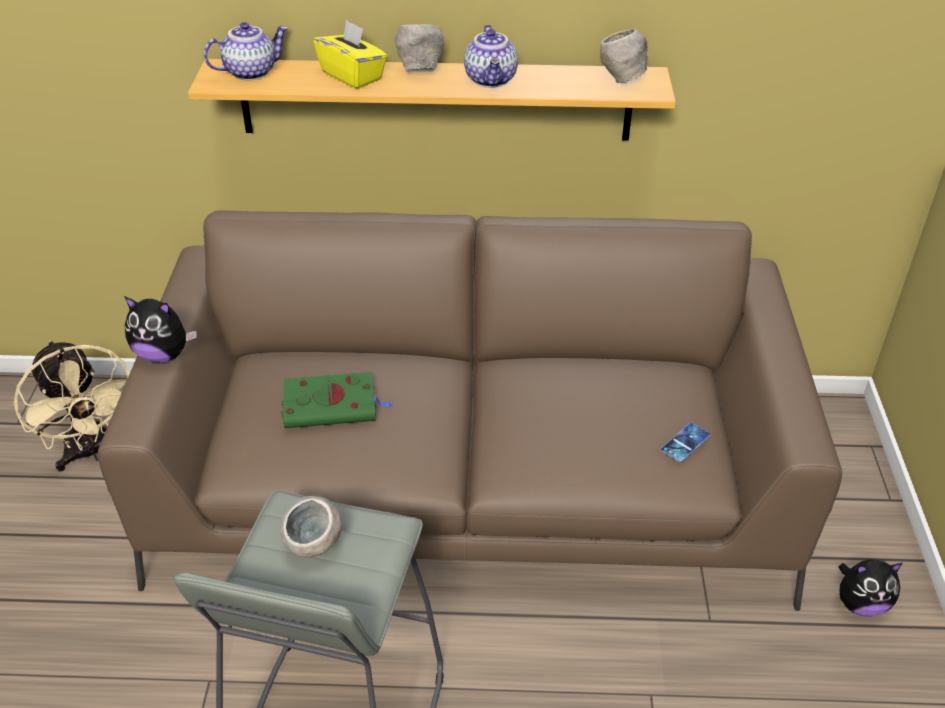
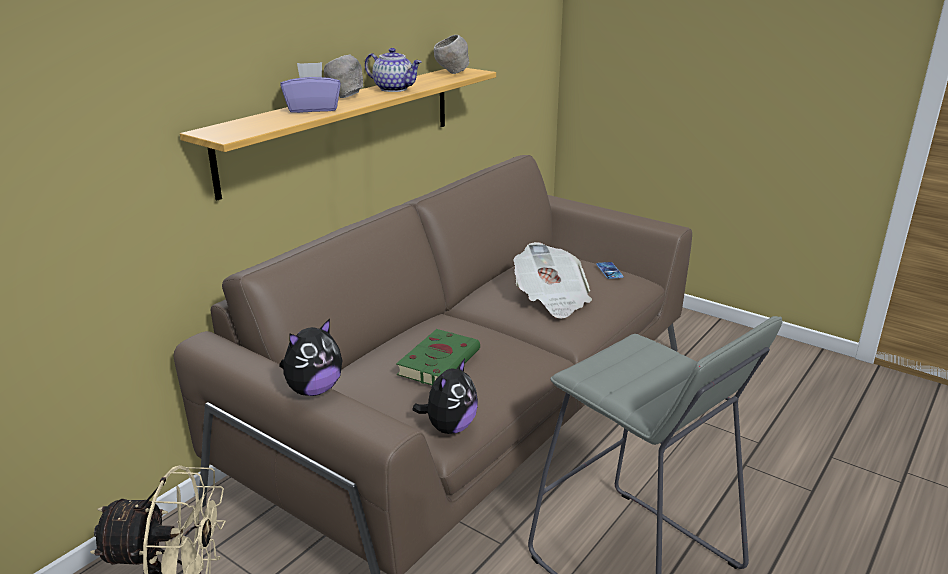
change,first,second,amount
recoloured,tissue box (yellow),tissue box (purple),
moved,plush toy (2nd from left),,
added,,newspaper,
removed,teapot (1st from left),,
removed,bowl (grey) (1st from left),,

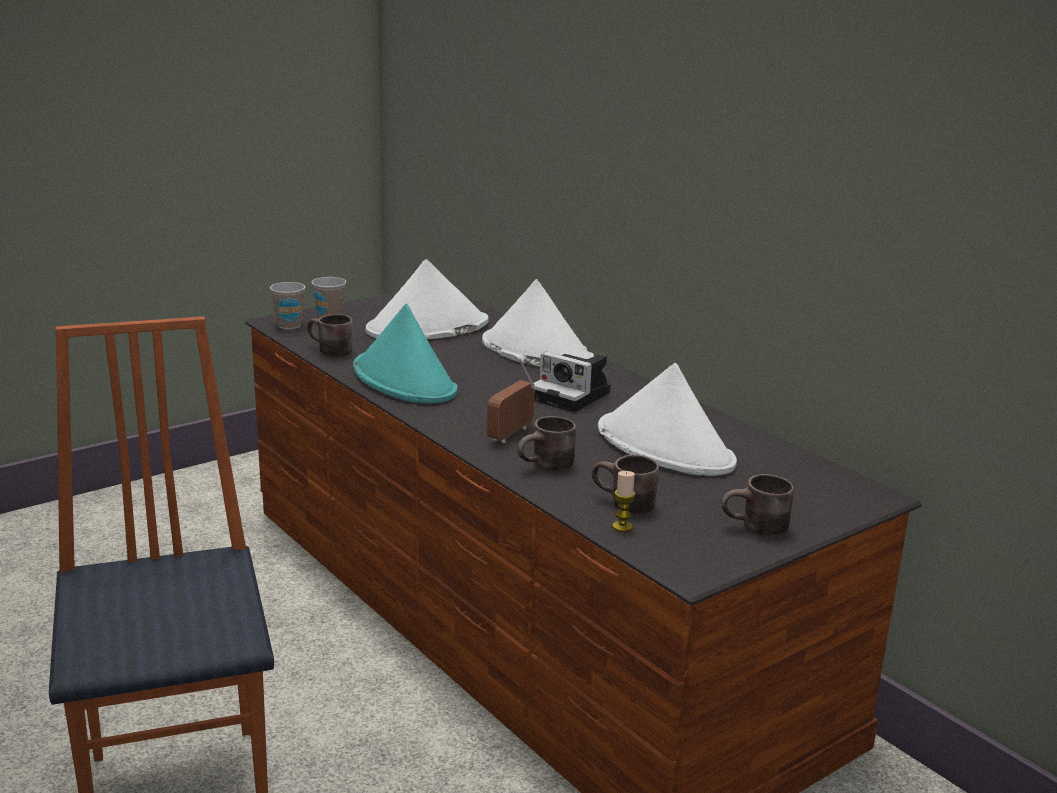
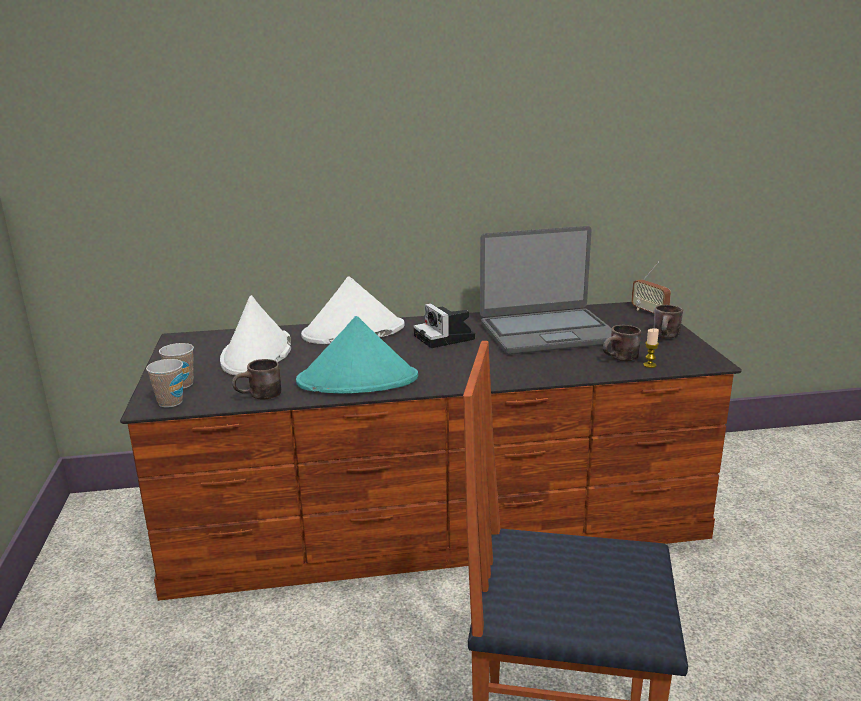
change,first,second,amount
turned,photo camera,,90 degrees clockwise
replaced,hat (white) (3rd from left),laptop,
moved,radio,,
removed,mug (brown) (2nd from left),,

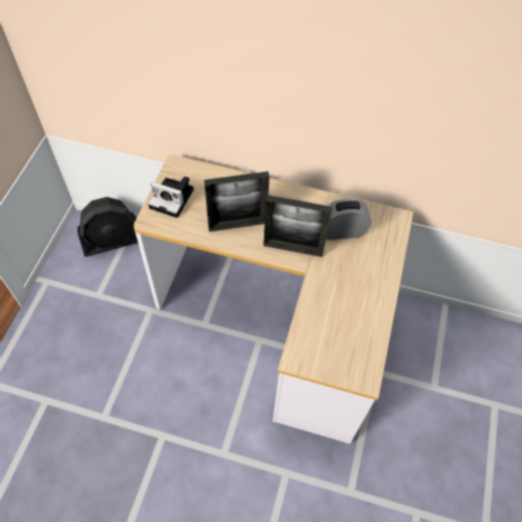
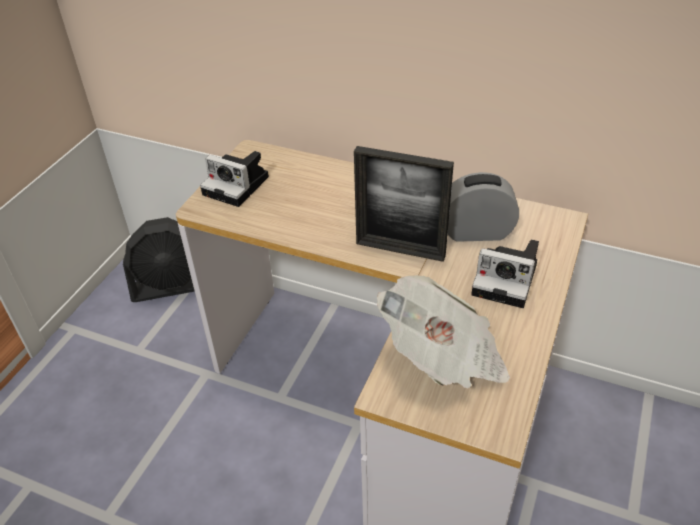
change,first,second,amount
added,,newspaper,
added,,photo camera (2nd from left),
removed,picture frame (1st from left),,

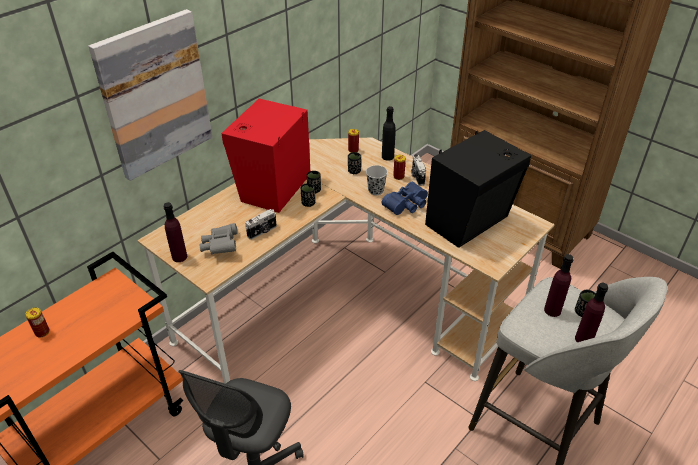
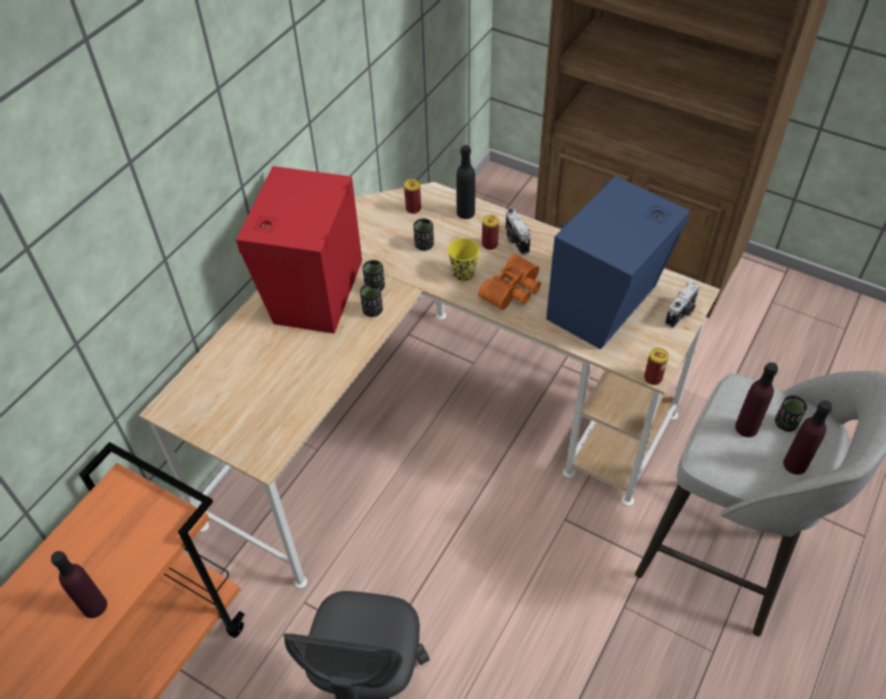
change,first,second,amount
moved,bottle (purple) (1st from left),,
recoloured,cup (black) (4th from left),cup (yellow),
recoloured,binoculars (blue),binoculars (orange),
recoloured,speaker (black),speaker (blue),
moved,can (1st from left in the first image),can (3rd from left),
moved,photo camera (1st from left in the first image),photo camera (2nd from left),
removed,picture,,
removed,binoculars (grey),,

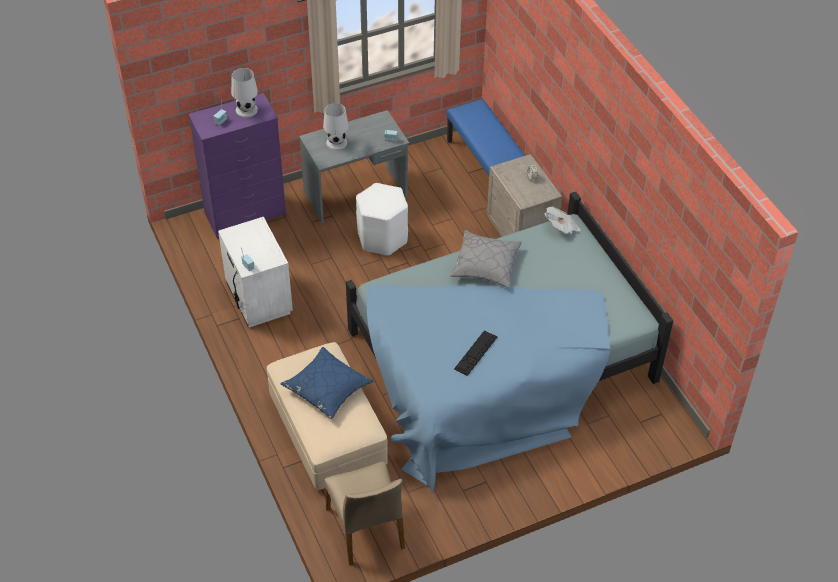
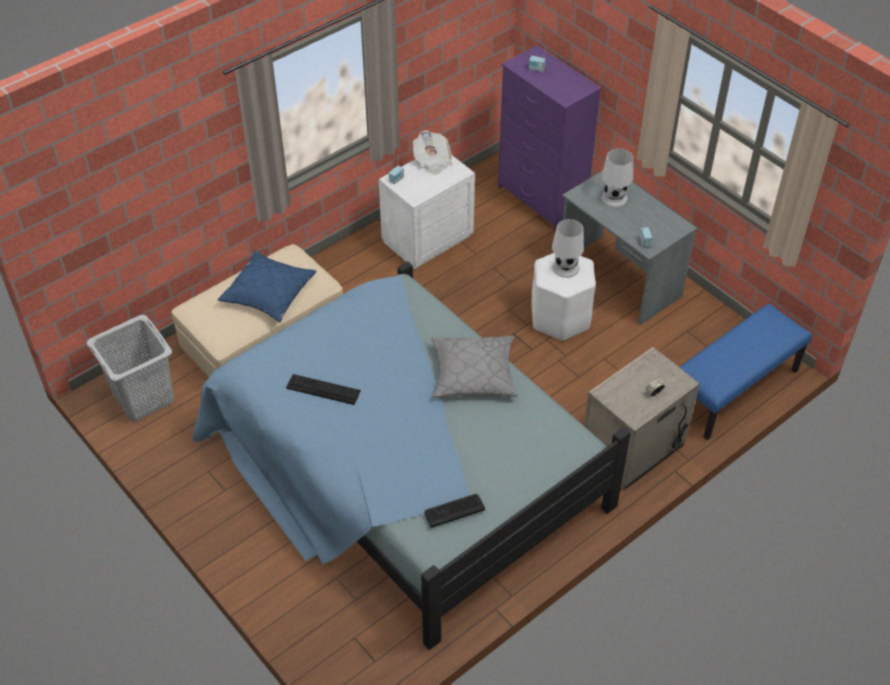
change,first,second,amount
replaced,chair (beige),laundry basket (grey),
moved,newspaper,,
added,,keyboard (2nd from left),
moved,table lamp (white) (1st from left),,

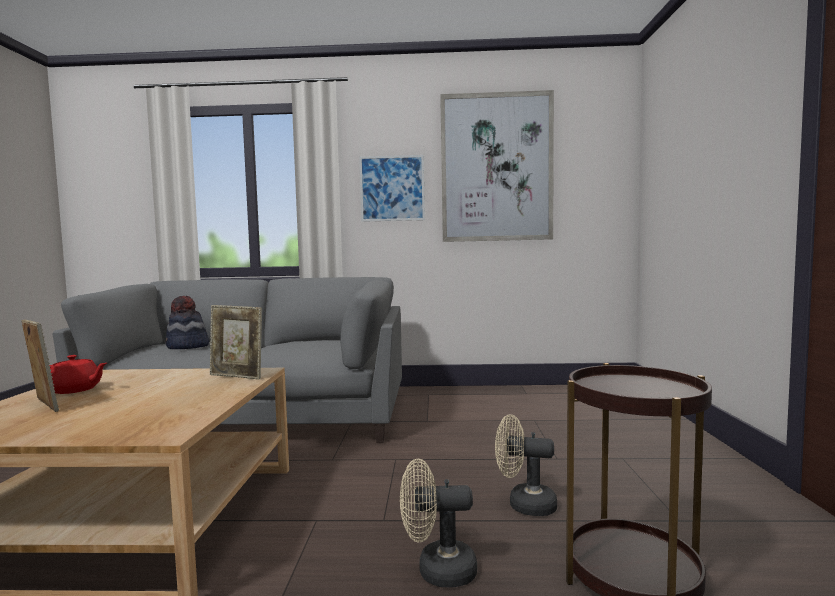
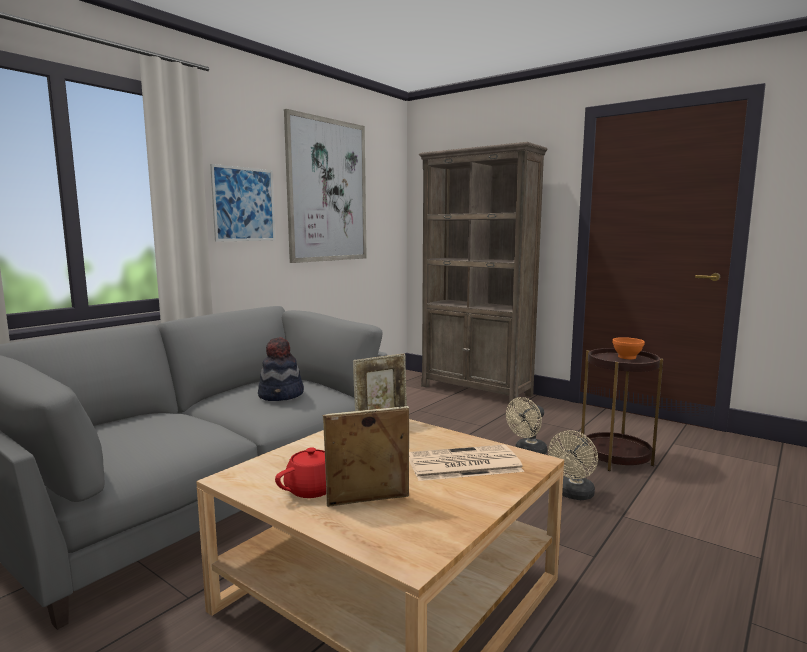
change,first,second,amount
moved,hat,,
added,,newspaper,
added,,bookcase (brown),
added,,bowl (orange),

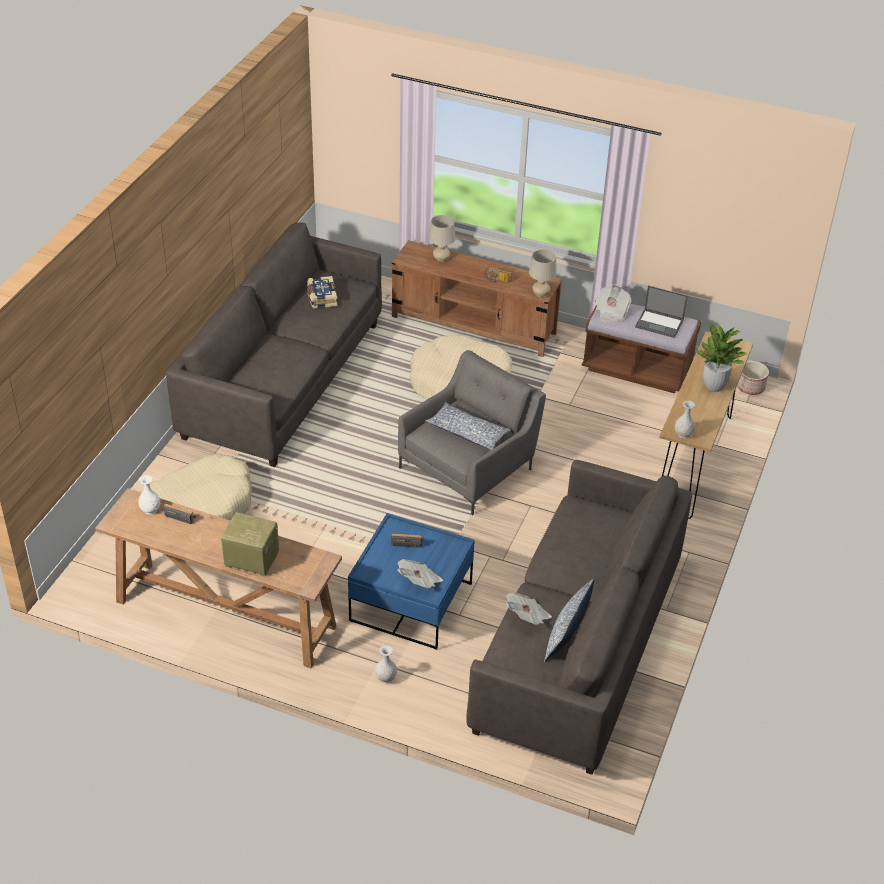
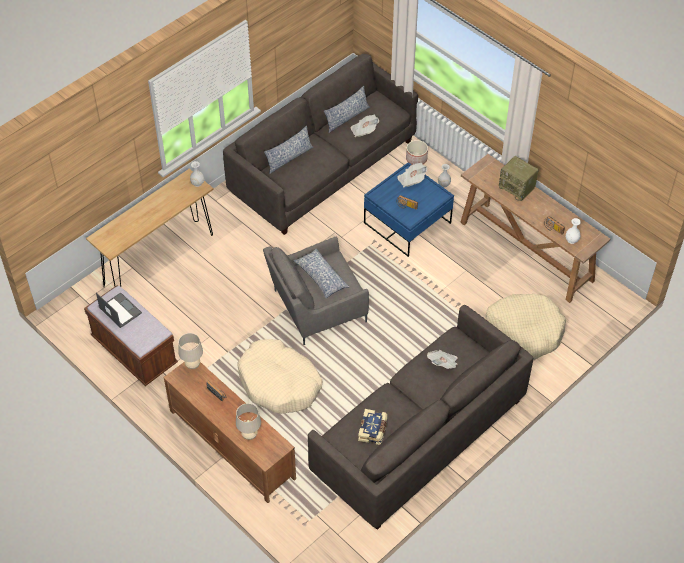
change,first,second,amount
added,,pillow (1st from left),
moved,planter,,
moved,newspaper (3rd from left),,
removed,potted plant,,

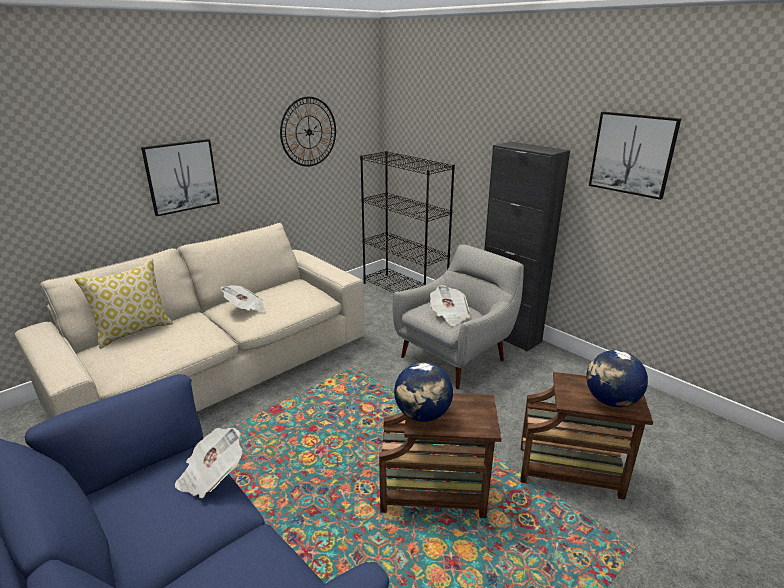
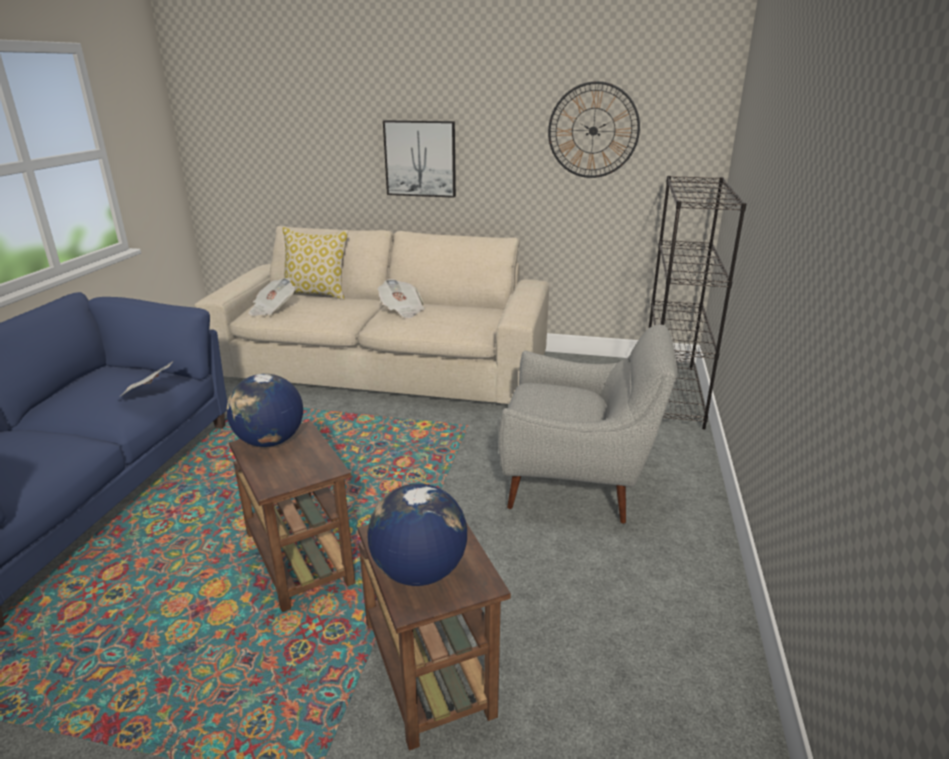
change,first,second,amount
moved,newspaper (3rd from left in the first image),newspaper (2nd from left),
removed,cabinet (black),,
removed,picture (2nd from left),,

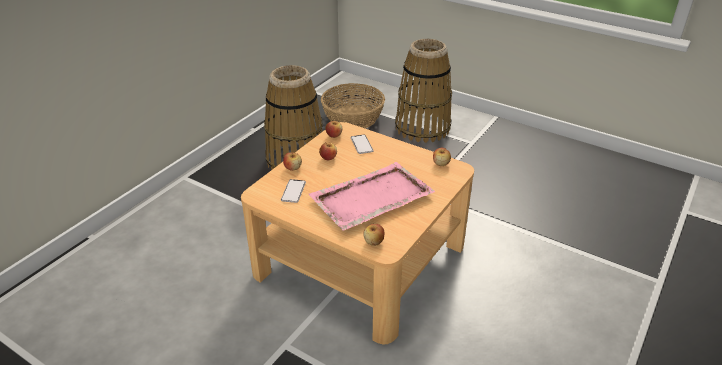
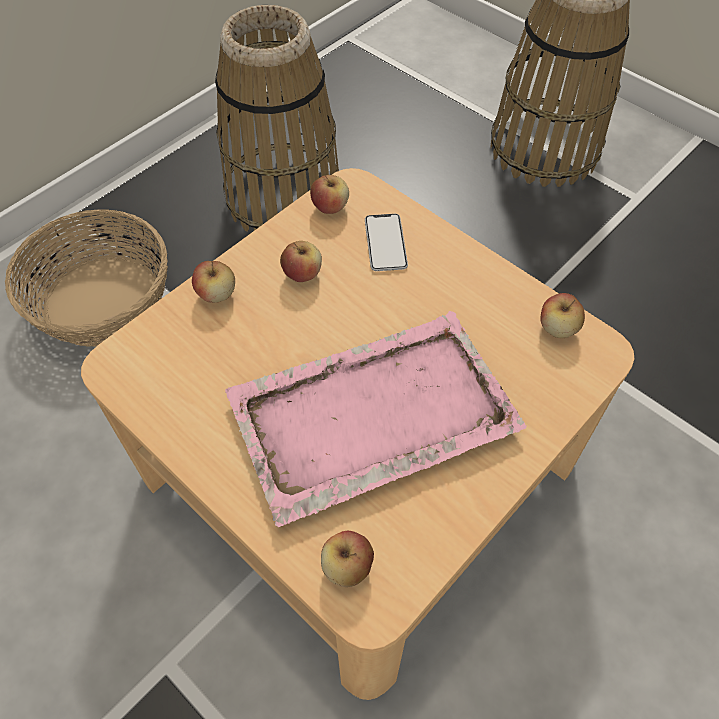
change,first,second,amount
moved,basket (2nd from left in the first image),basket (1st from left),
removed,phone (1st from left),,

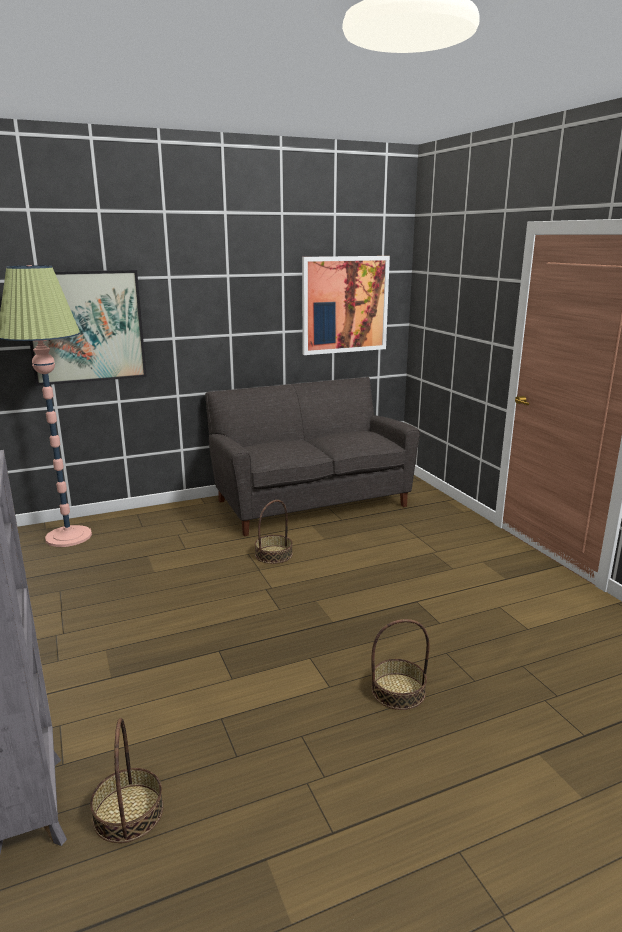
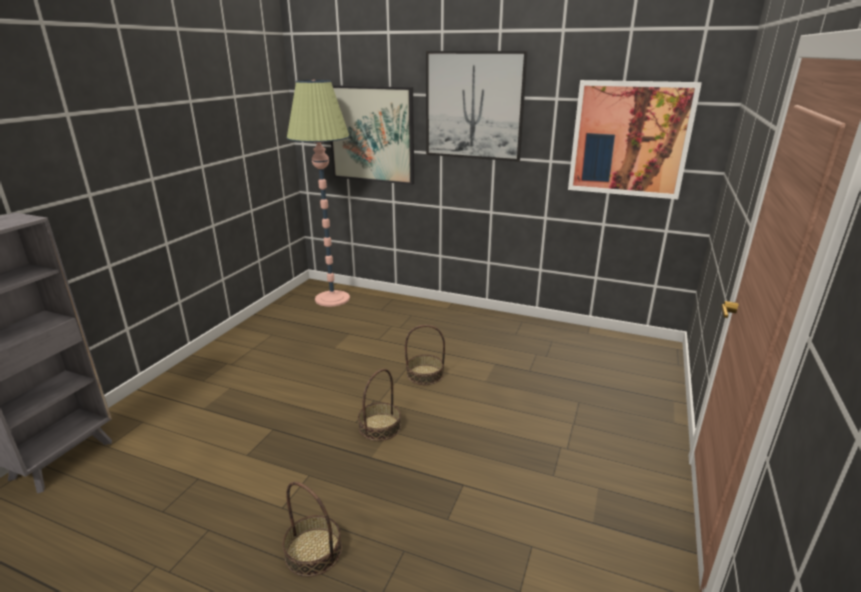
change,first,second,amount
moved,basket (1st from left in the first image),basket (2nd from left),
added,,picture (2nd from left),
removed,sofa (grey),,

